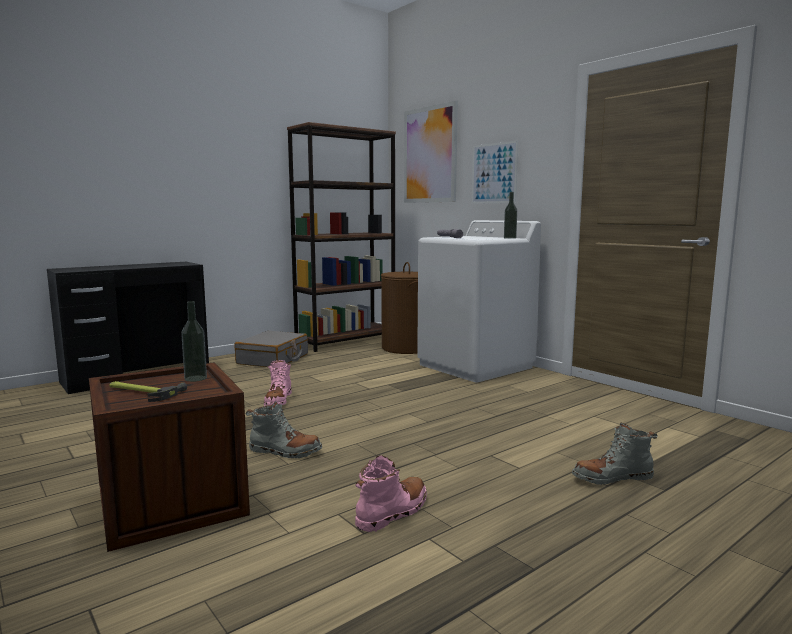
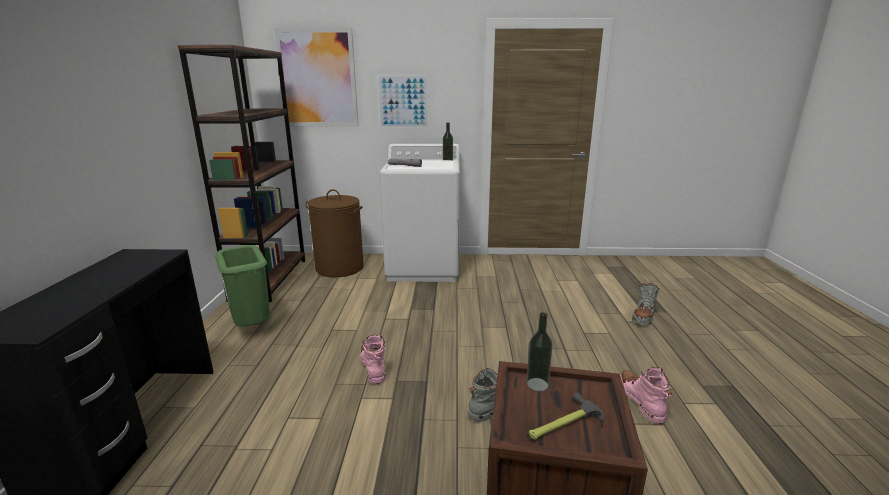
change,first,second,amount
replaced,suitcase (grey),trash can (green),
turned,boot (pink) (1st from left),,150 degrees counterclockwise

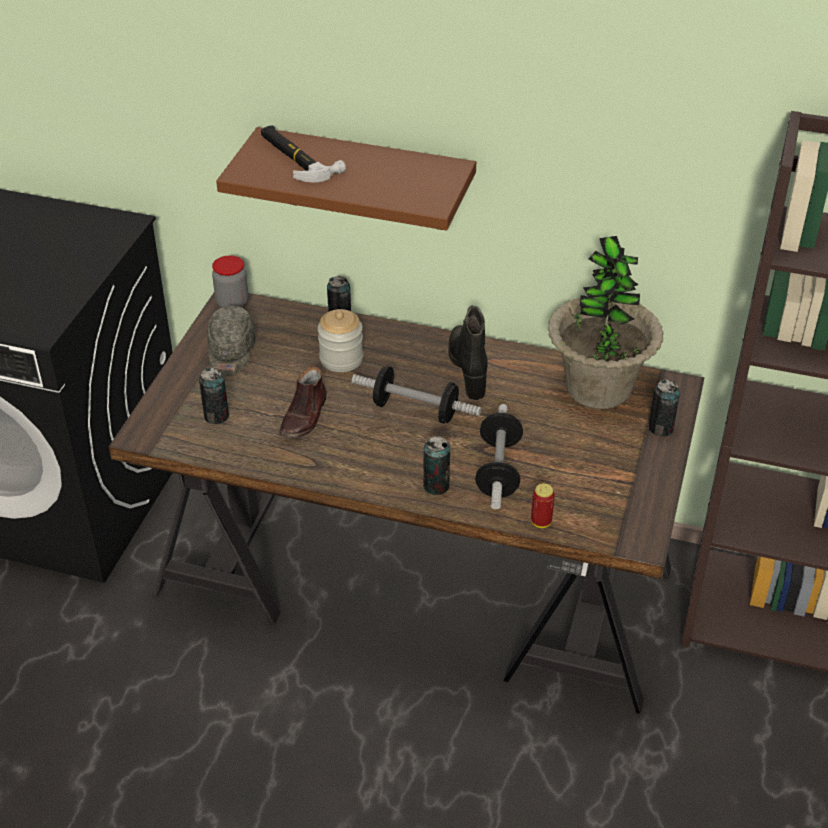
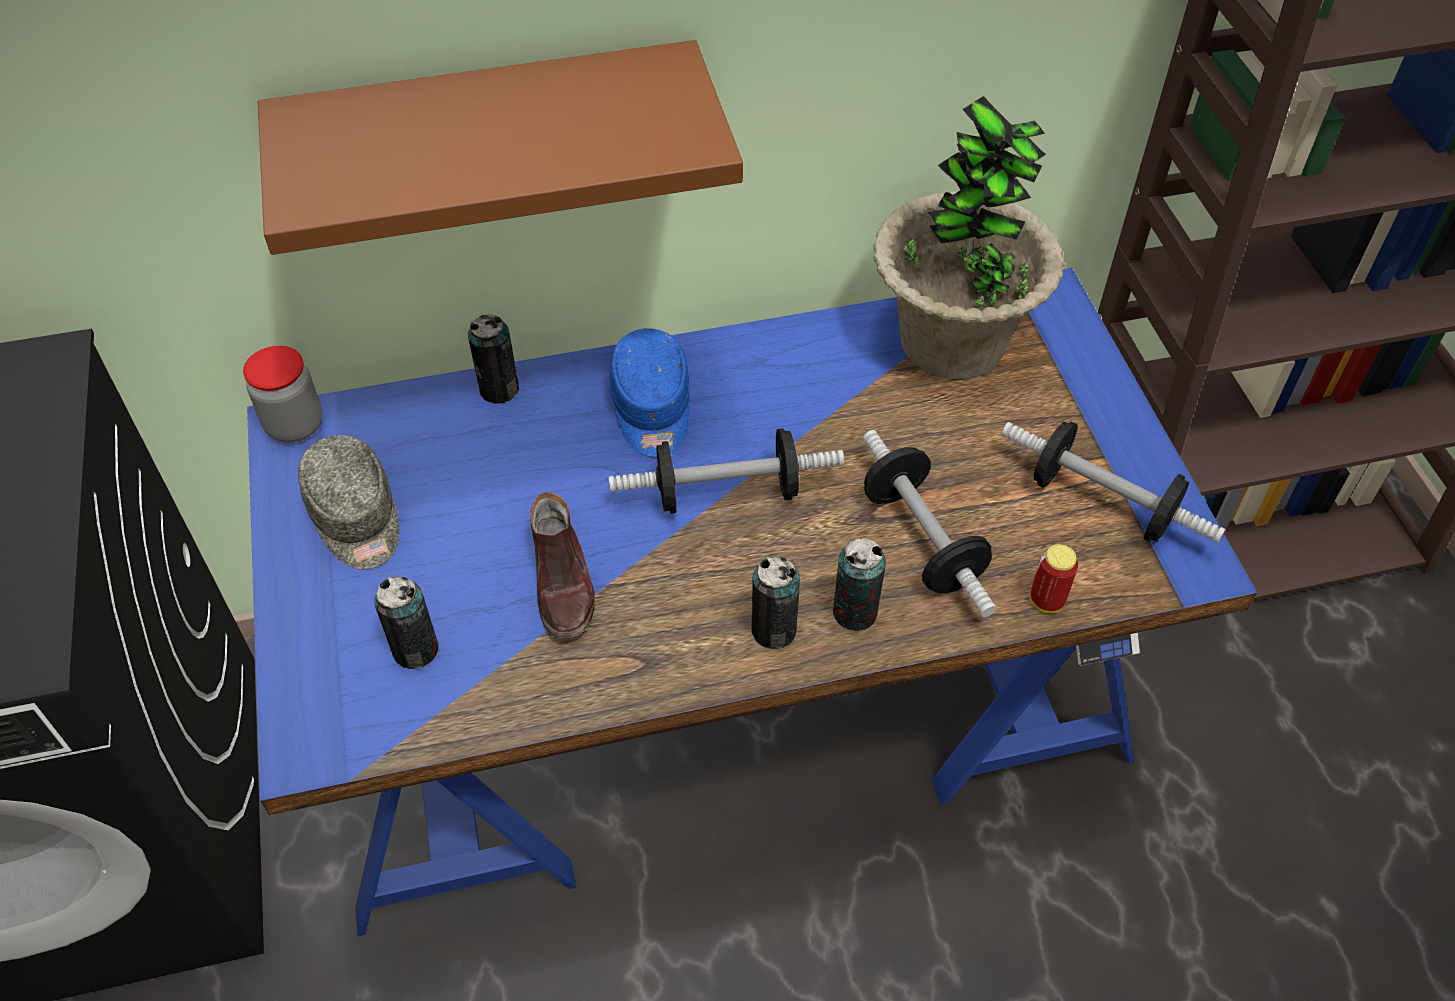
change,first,second,amount
recoloured,desk (brown),desk (blue),
added,,cap (blue),
moved,can (5th from left in the first image),can (3rd from left),
added,,dumbbell (3rd from left),
removed,hammer,,
removed,jar (2nd from left),,
removed,boot (black),,

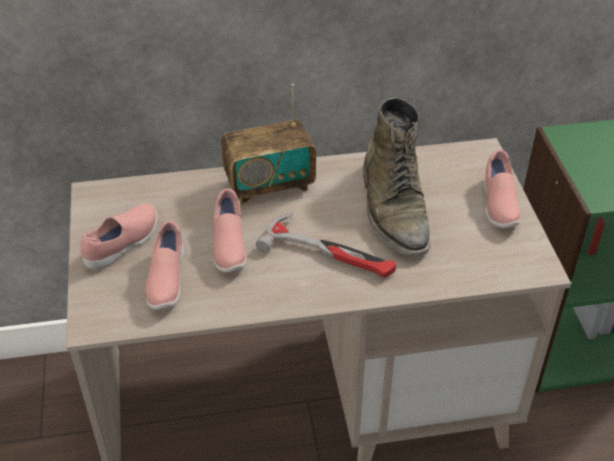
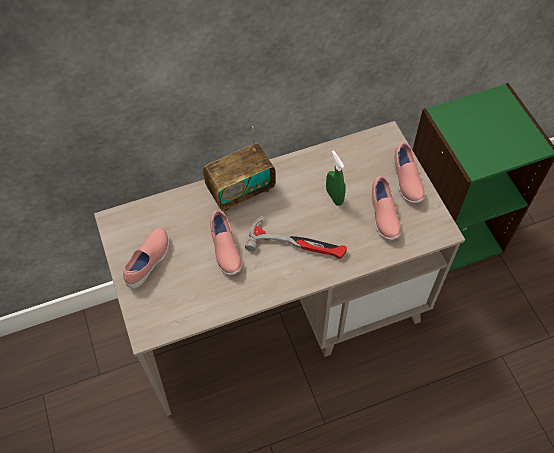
change,first,second,amount
replaced,boot (green),spray bottle (green),
moved,shoe (pink) (2nd from left in the first image),shoe (pink) (3rd from left),

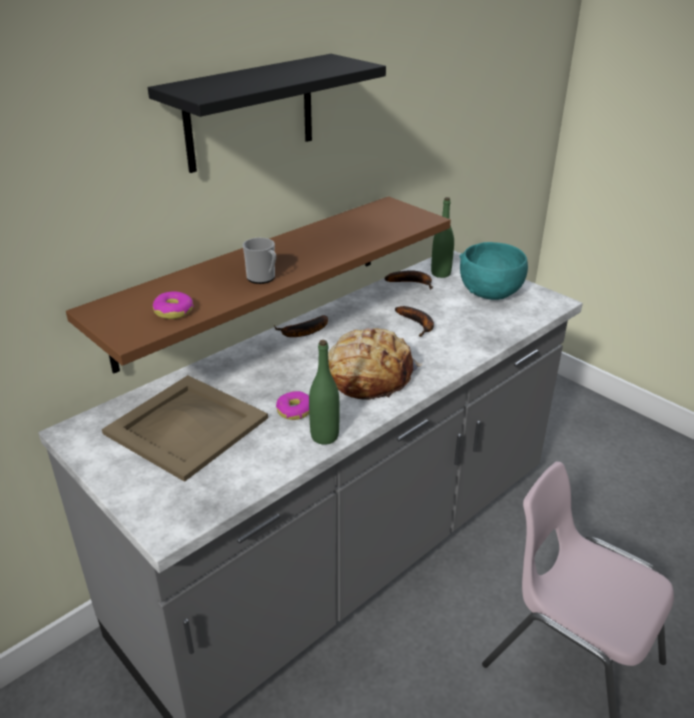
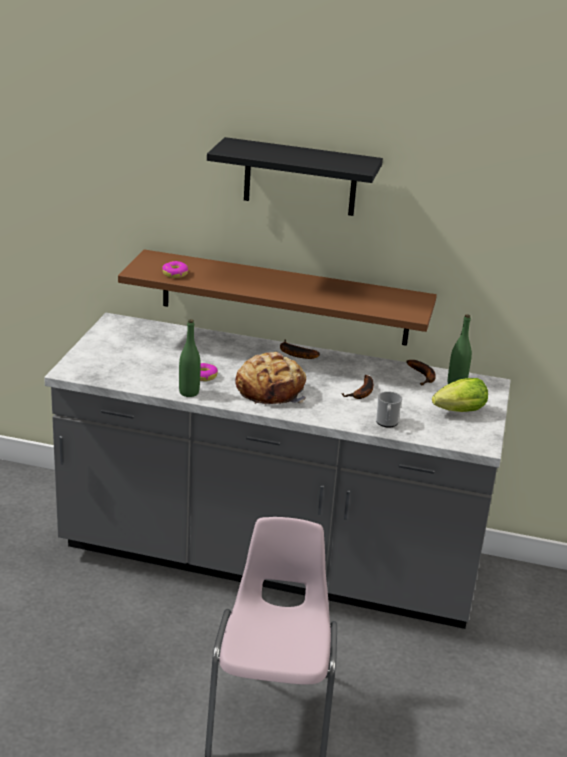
change,first,second,amount
moved,mug,,
replaced,bowl (turquoise),lettuce,
removed,tray (beige),,

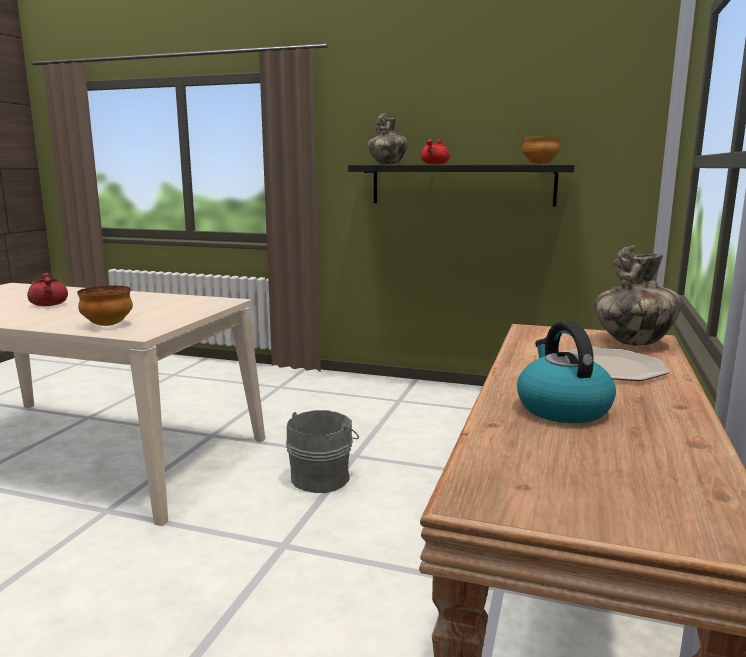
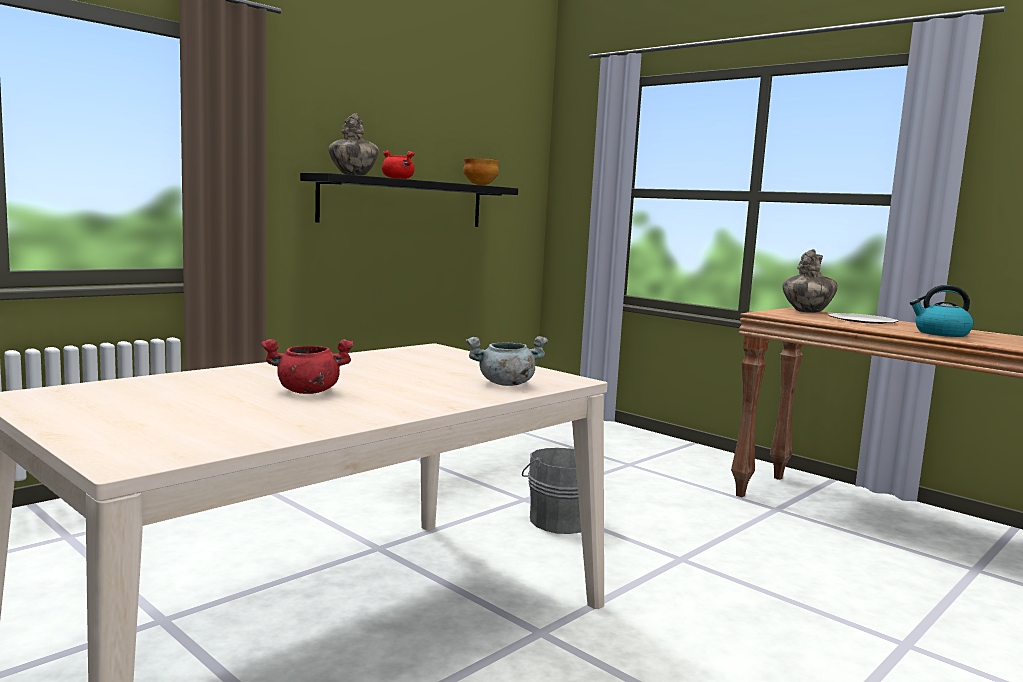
change,first,second,amount
replaced,bowl (1st from left),cooking pot (grey),

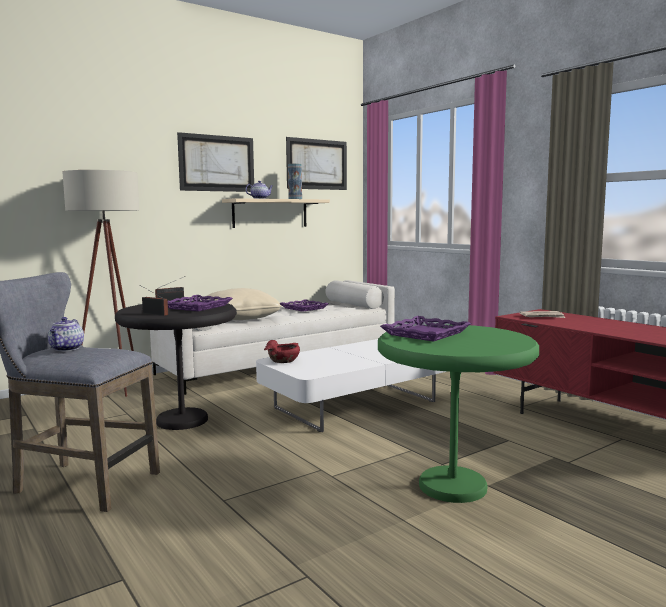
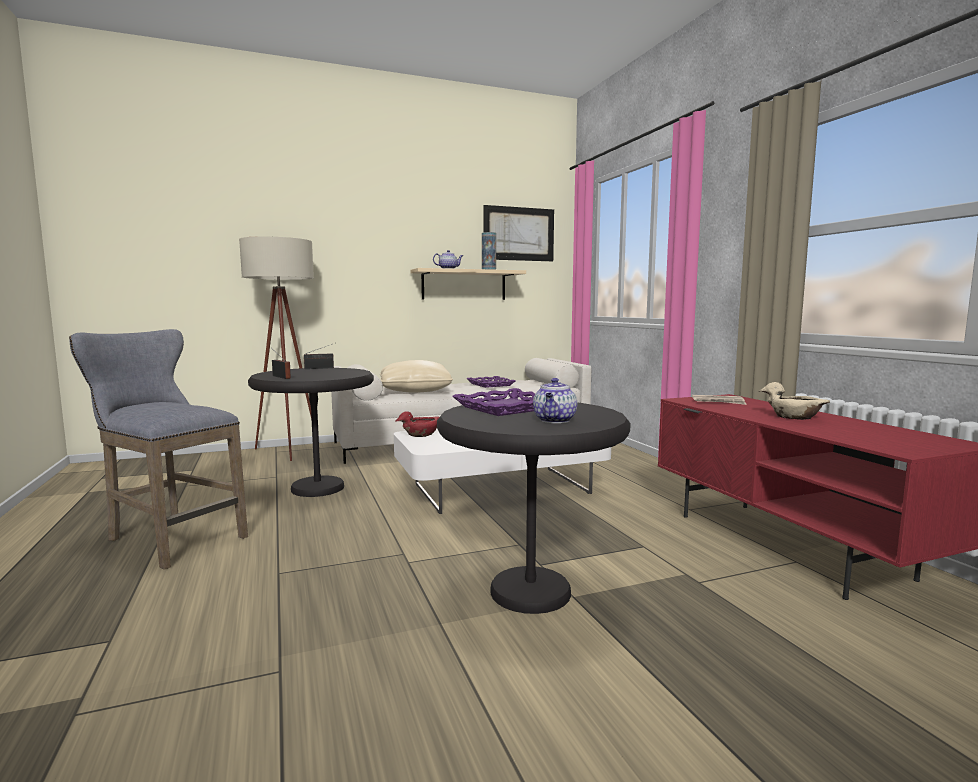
change,first,second,amount
recoloured,side table (green),side table (black) (2nd from left),
moved,teapot (1st from left in the first image),teapot (2nd from left),
added,,bowl (beige),
removed,tray (purple) (1st from left),,
removed,picture (1st from left),,

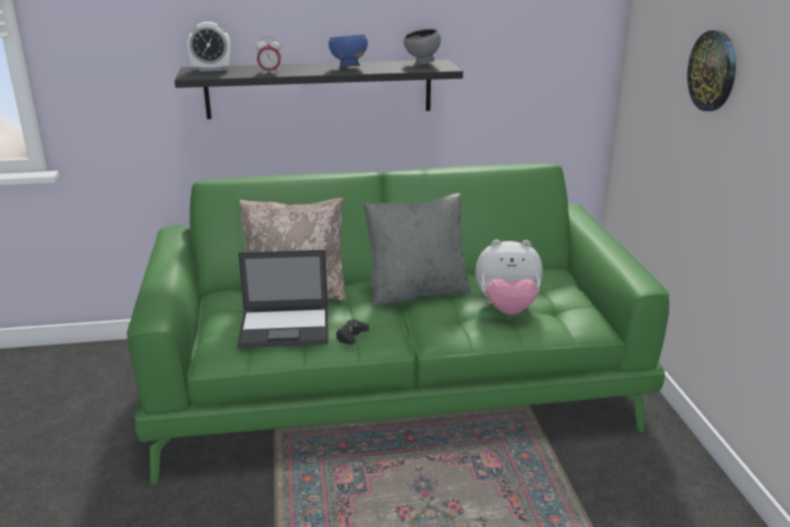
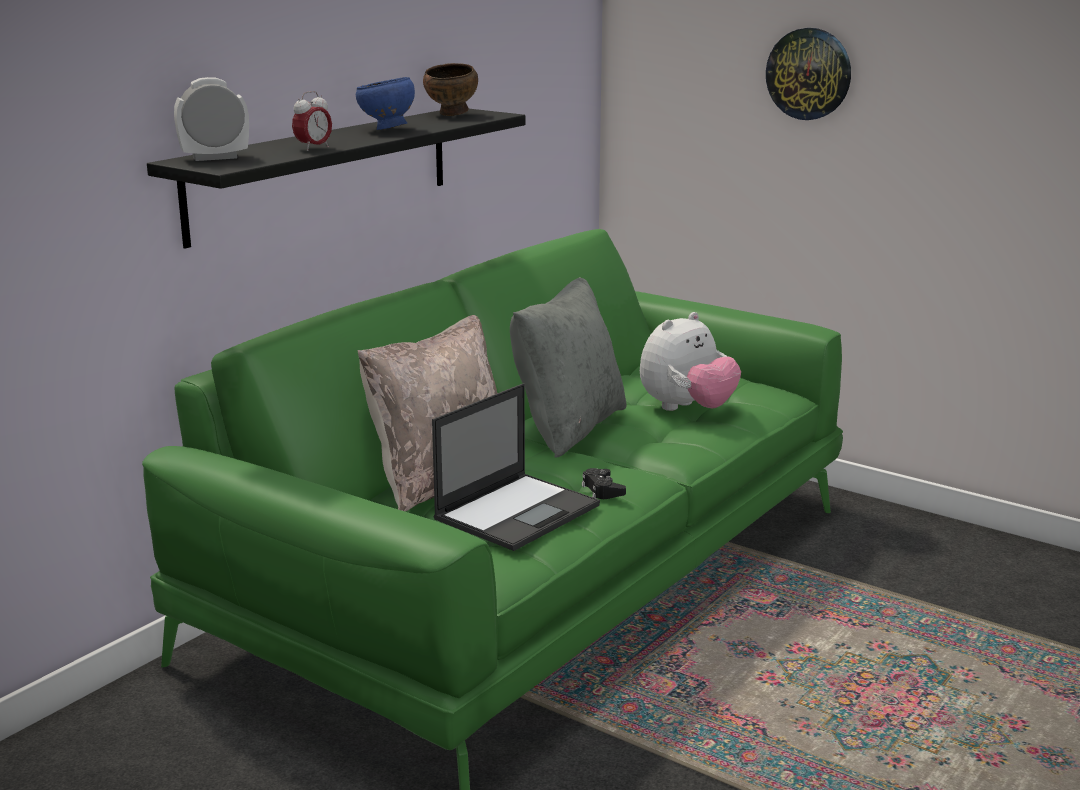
change,first,second,amount
turned,alarm clock (1st from left),,150 degrees counterclockwise
recoloured,bowl (grey),bowl (brown),

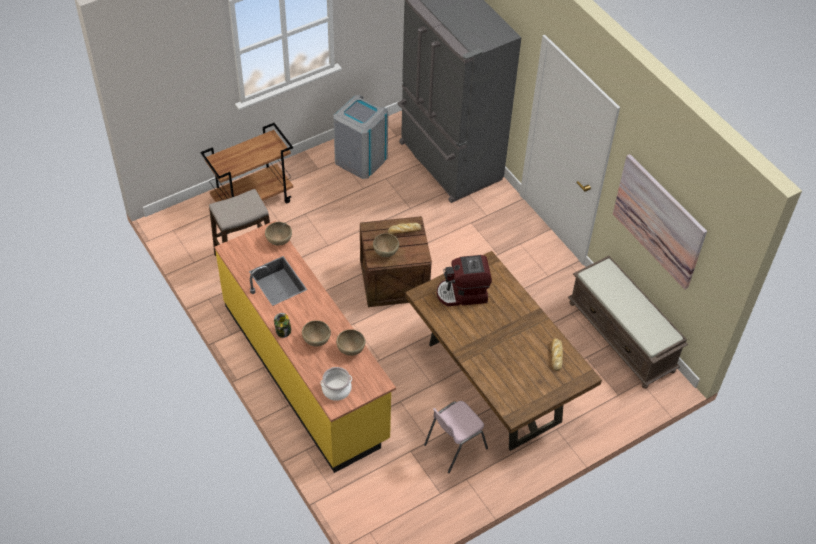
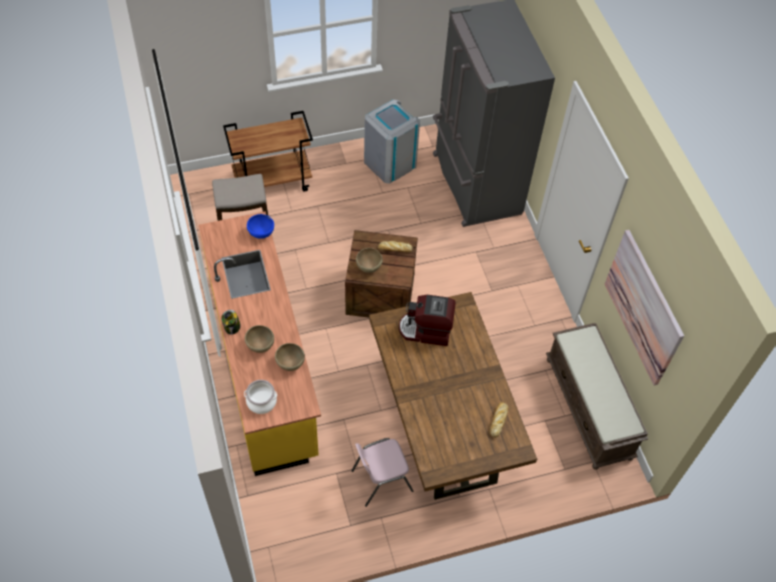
change,first,second,amount
recoloured,bowl (brown) (1st from left),bowl (blue),

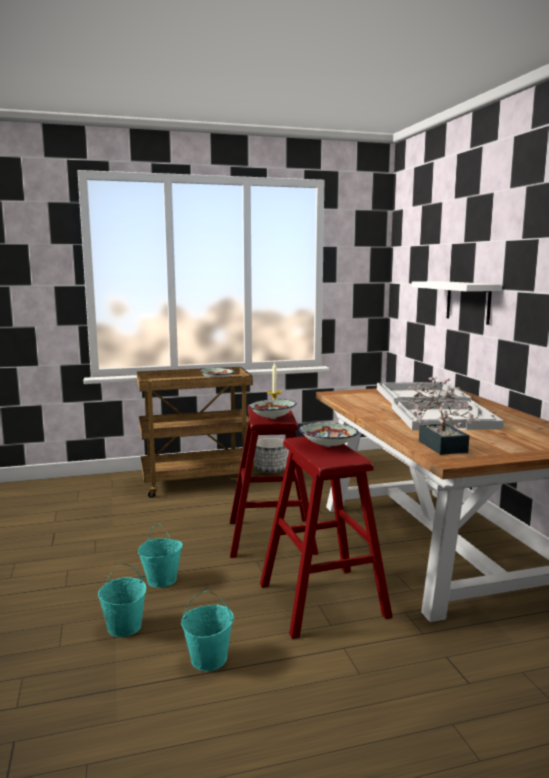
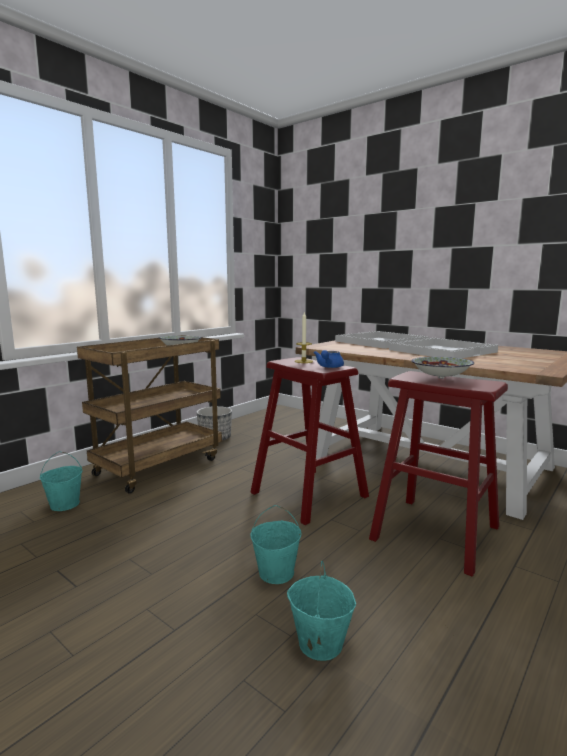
change,first,second,amount
moved,bucket (turquoise) (3rd from left in the first image),bucket (turquoise) (1st from left),
replaced,bowl (2nd from left),teapot (blue),
removed,potted plant,,
removed,shelf (white),,

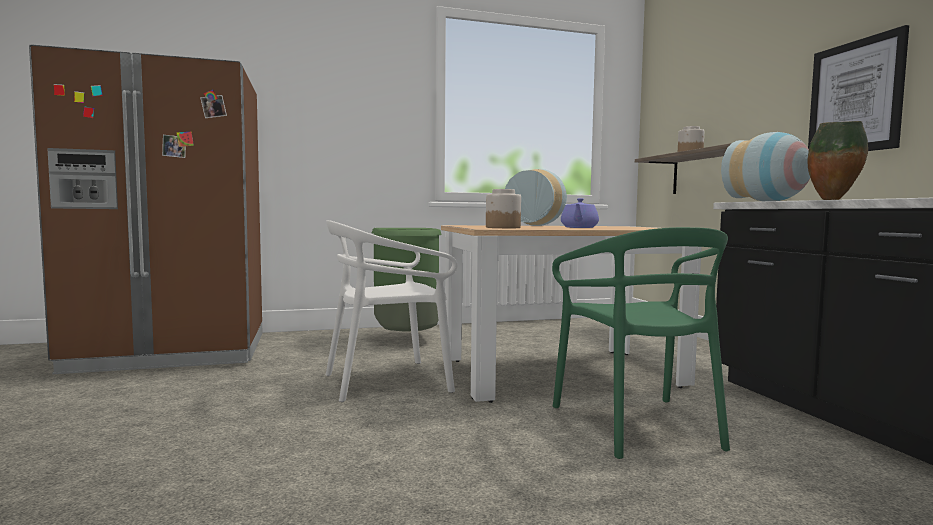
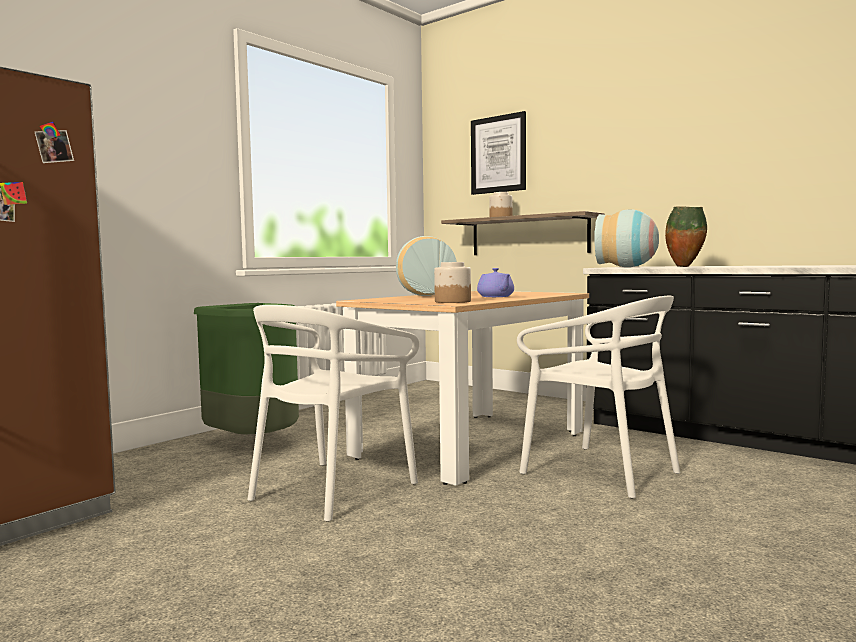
change,first,second,amount
moved,picture,,
recoloured,chair (green),chair (white) (2nd from left),

